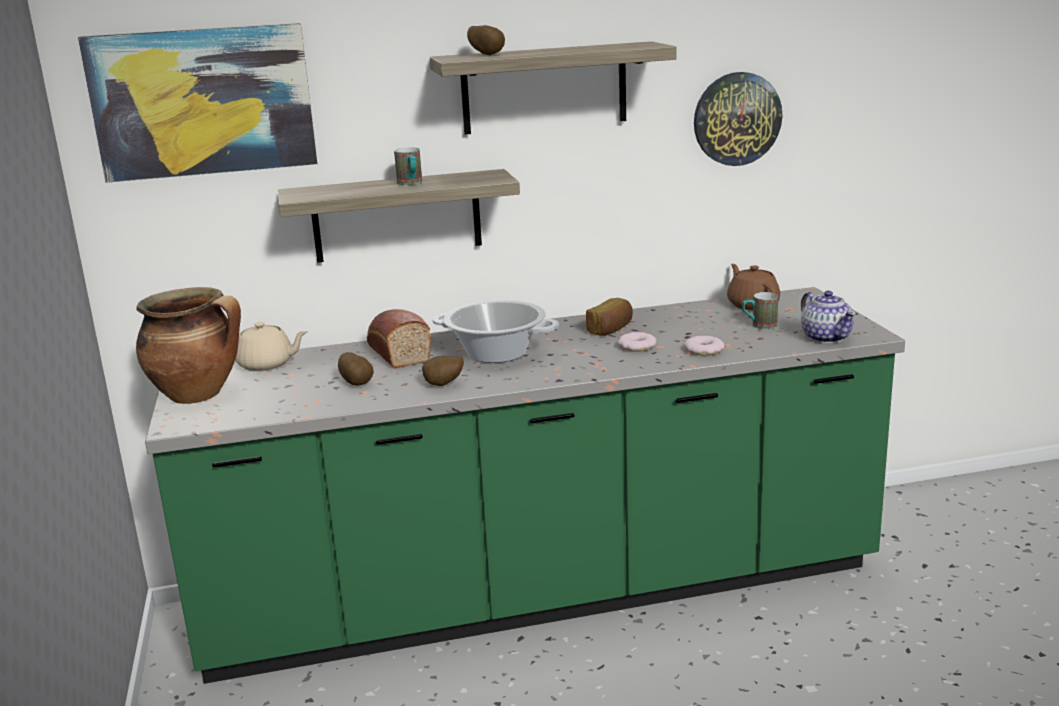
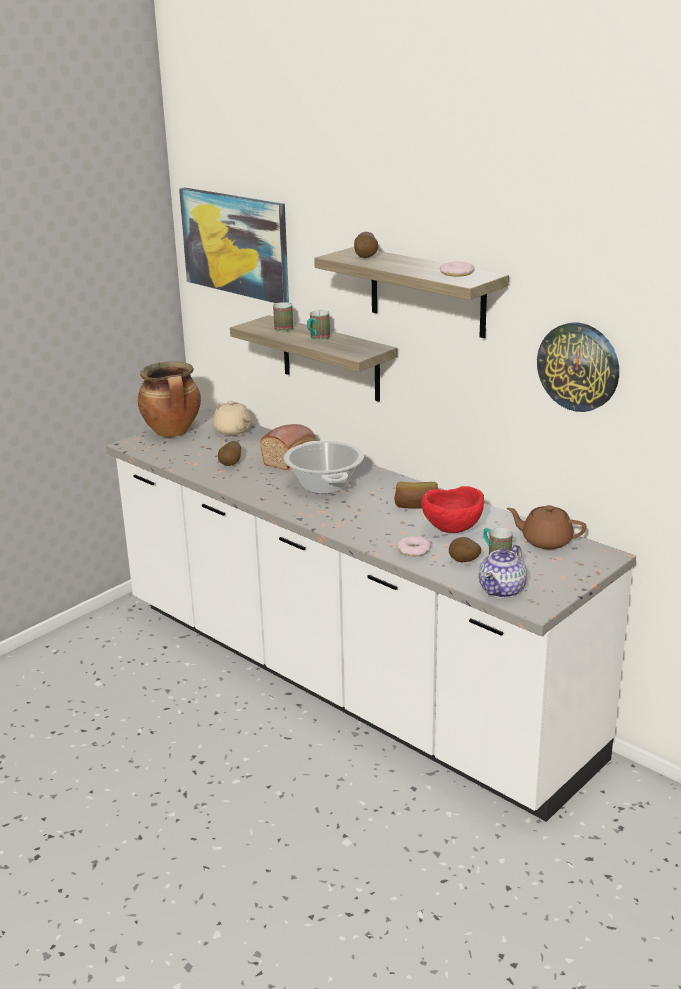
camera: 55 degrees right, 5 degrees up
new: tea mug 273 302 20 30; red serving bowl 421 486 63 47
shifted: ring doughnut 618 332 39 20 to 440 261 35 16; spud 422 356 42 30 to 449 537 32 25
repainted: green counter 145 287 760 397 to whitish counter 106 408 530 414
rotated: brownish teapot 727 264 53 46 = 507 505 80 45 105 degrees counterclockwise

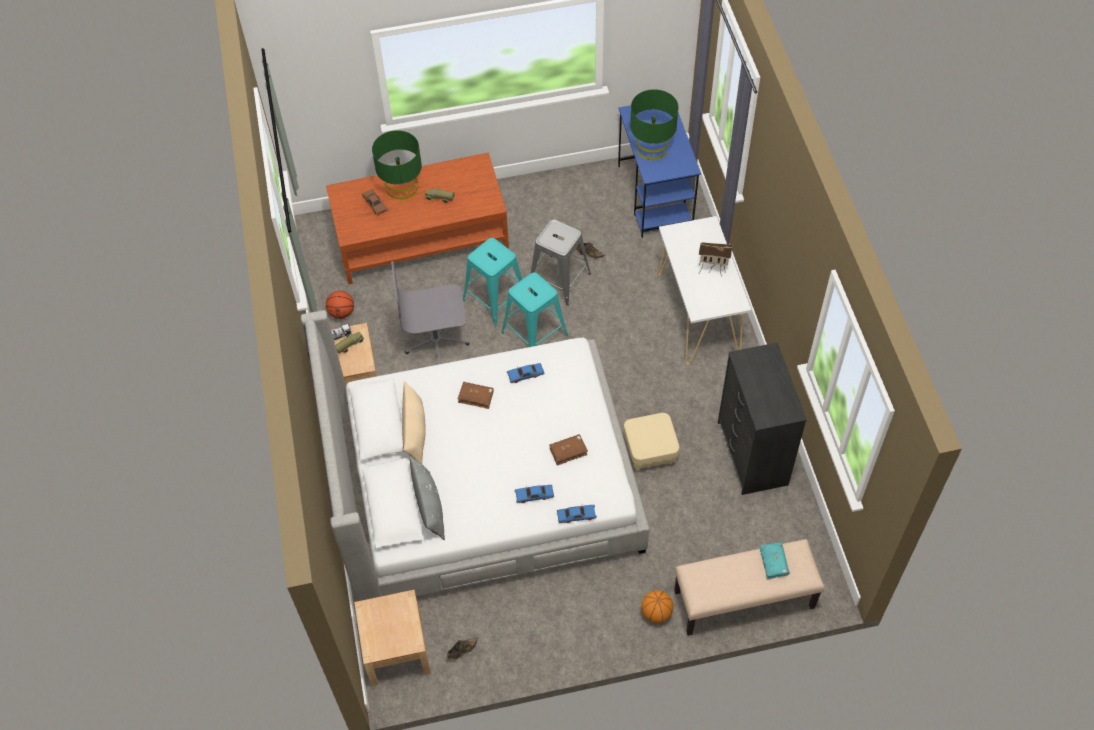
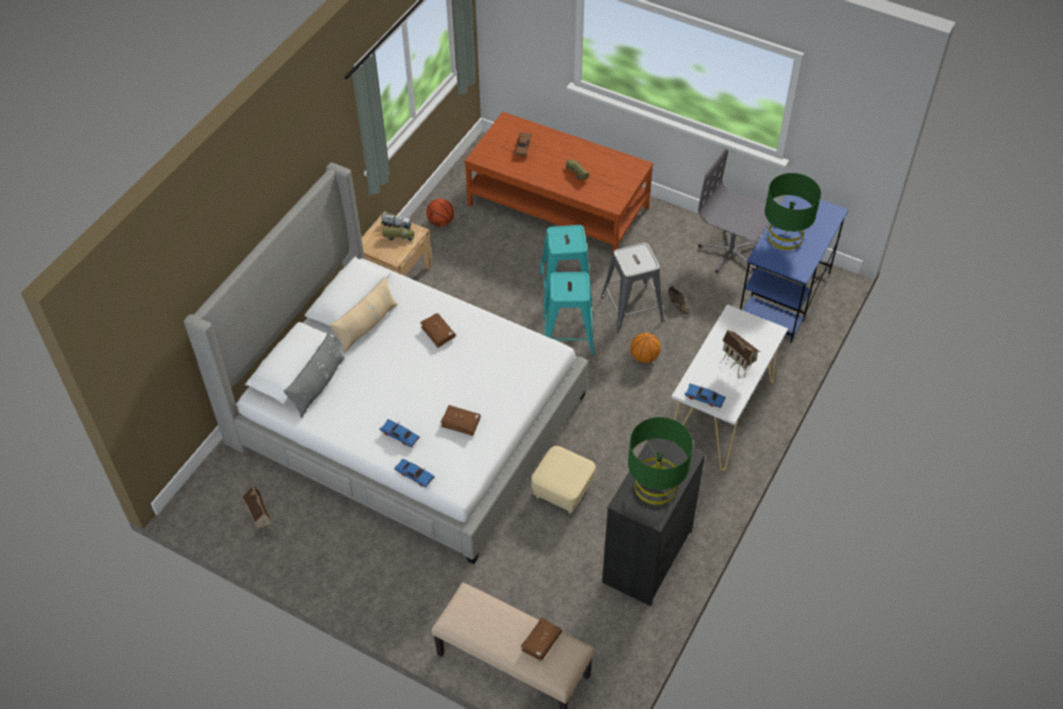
camera: 40 degrees right, 5 degrees down
gone: beige-coloured night table 354 590 77 96
shifted: green lamp for a table 372 130 50 70 to 628 417 65 87; ball for basketball 641 590 32 33 to 631 333 30 30; blue-coloured miniature car 507 363 38 20 to 685 384 41 24; greyish desk chair 391 261 78 104 to 698 148 72 125
swapped: brownish item of footwear 447 637 31 22 to toy house 242 486 34 54
repainted: blue-green bound book 760 542 30 37 to brownish bound book 520 617 42 44

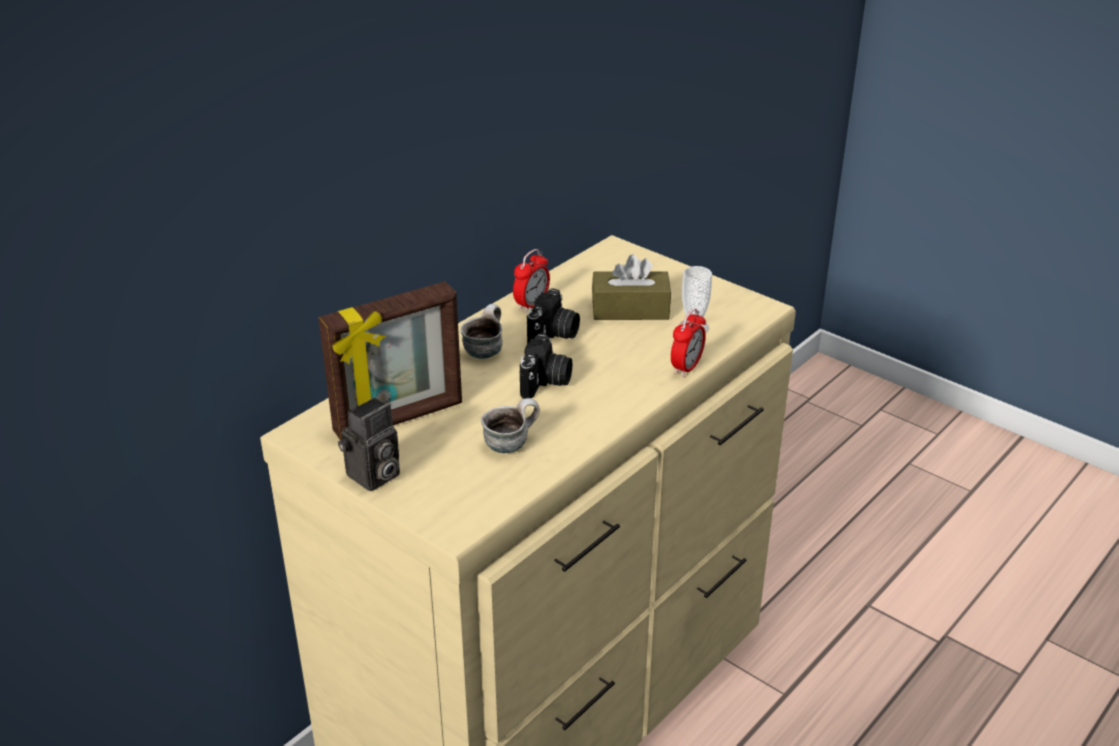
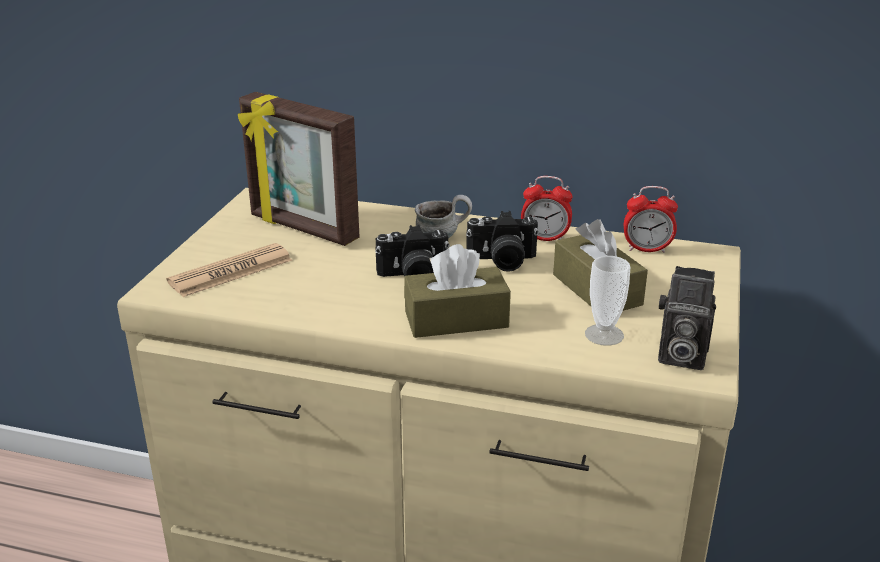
camera: 65 degrees right, 5 degrees down
gone: tea mug 481 398 59 55
new: printed paper 166 243 126 54; brownish tissue holder 404 244 107 94
shifted: table clock 671 308 35 69 to 624 186 54 67; still camera 338 397 62 94 to 658 266 58 104

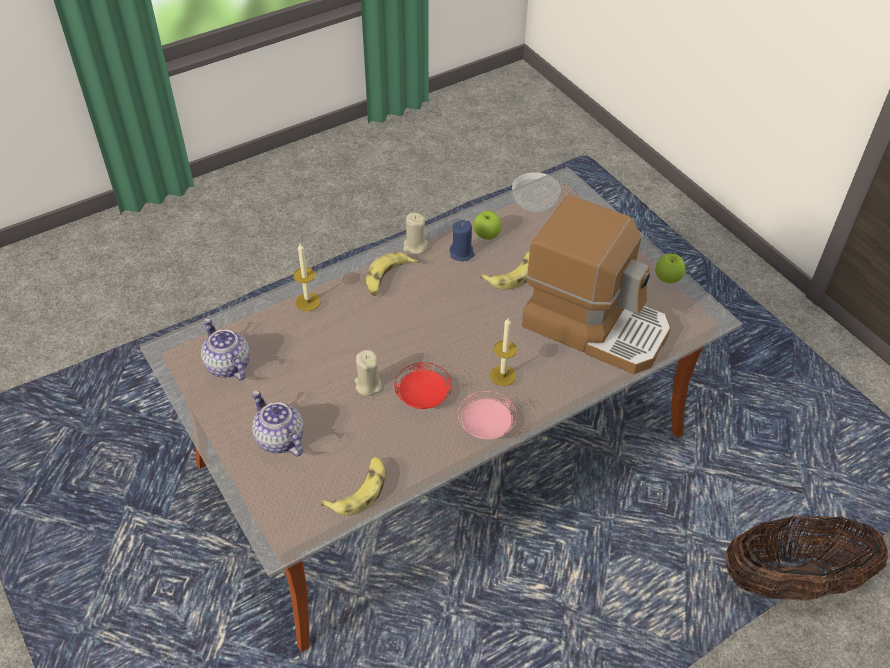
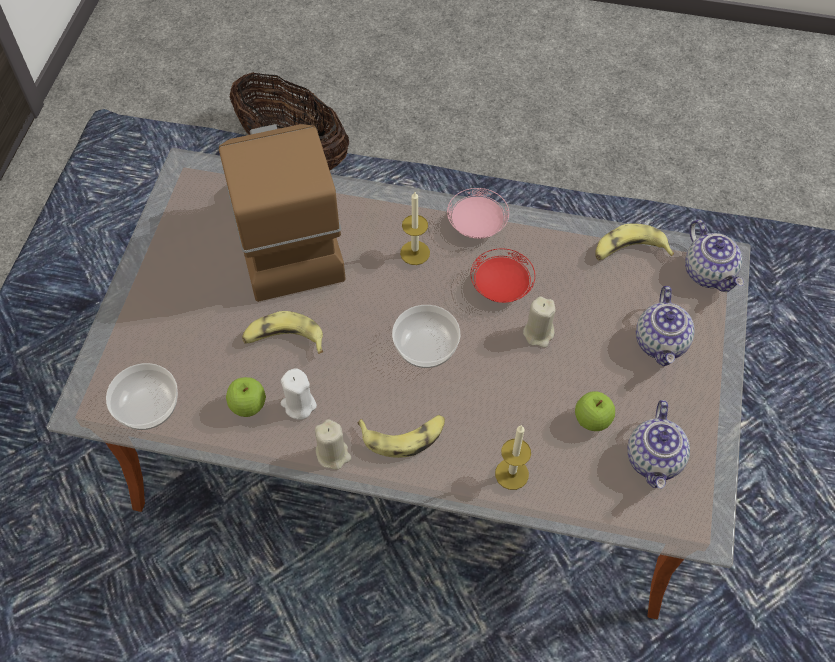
camera: 135 degrees left, 10 degrees up
new: serving bowl 392 305 68 63; teapot 685 220 59 72
shifted: whole apple 655 254 30 29 to 575 391 40 40
repainted: blue-coloured wax candle 450 220 25 41 to whitish wax candle 281 368 36 52

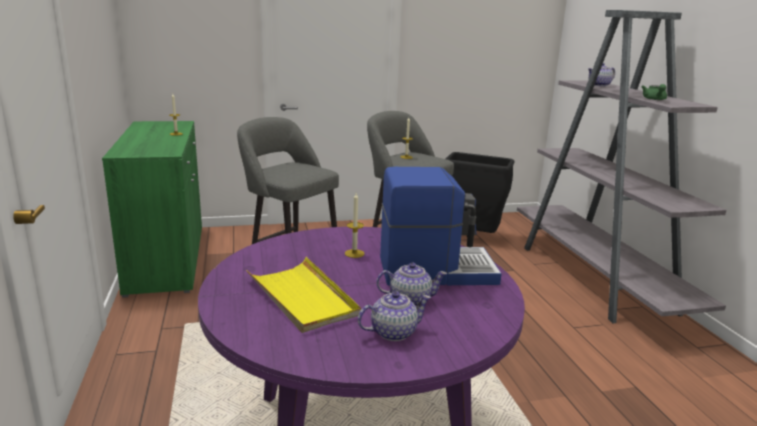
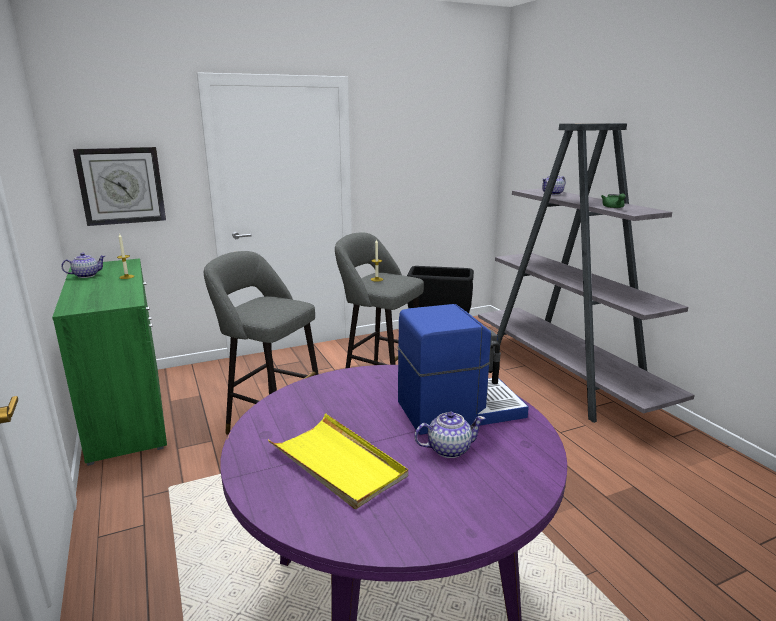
camera: 10 degrees left, 0 degrees up
gone: wax candle 345 193 20 65
new: wall clock 73 147 93 79
shifted: teapot 358 291 73 50 to 61 253 44 25

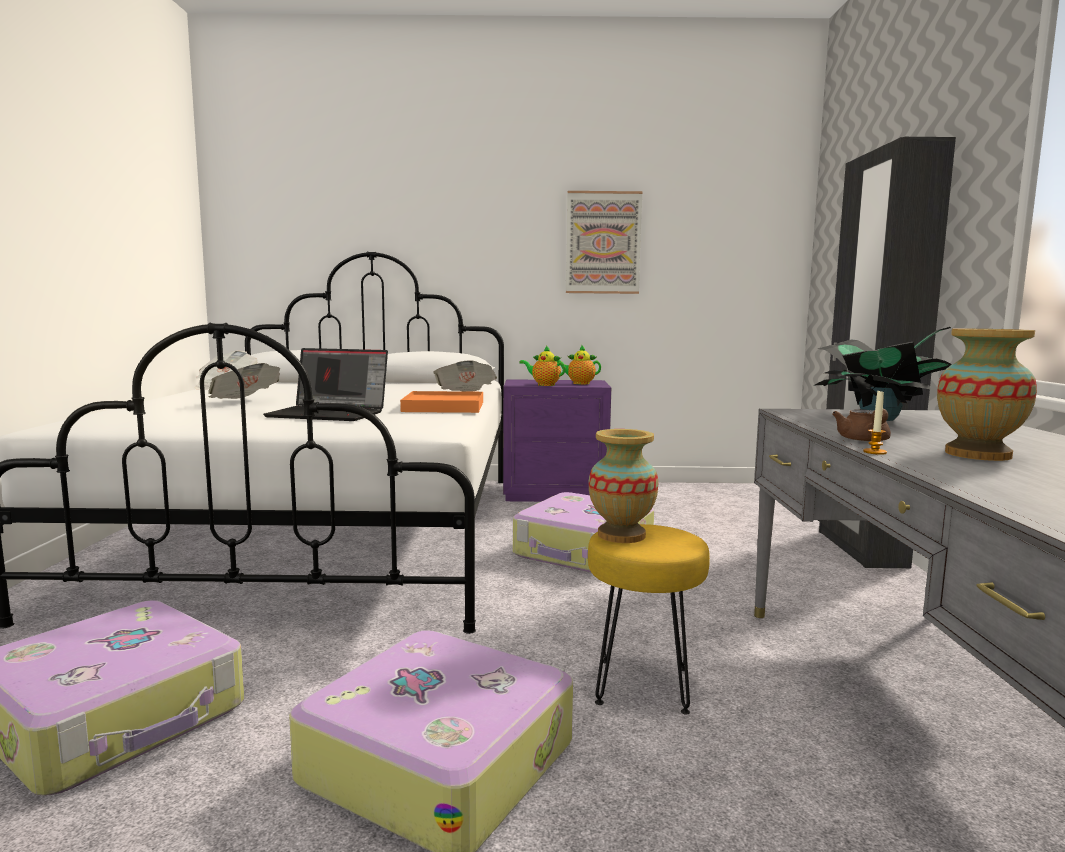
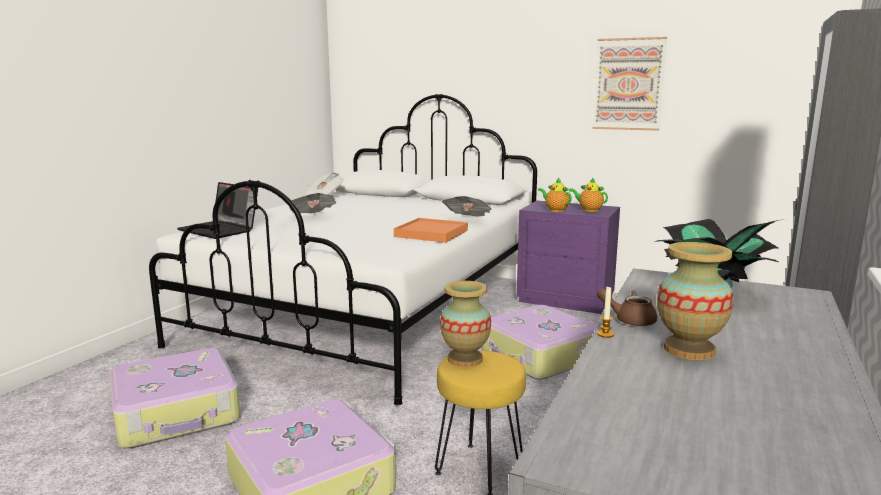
camera: 25 degrees right, 5 degrees up
shifted: notebook computer 263 348 125 73 to 177 182 81 57
rotated: brownish teapot 832 409 59 33 = 597 288 60 38 75 degrees clockwise

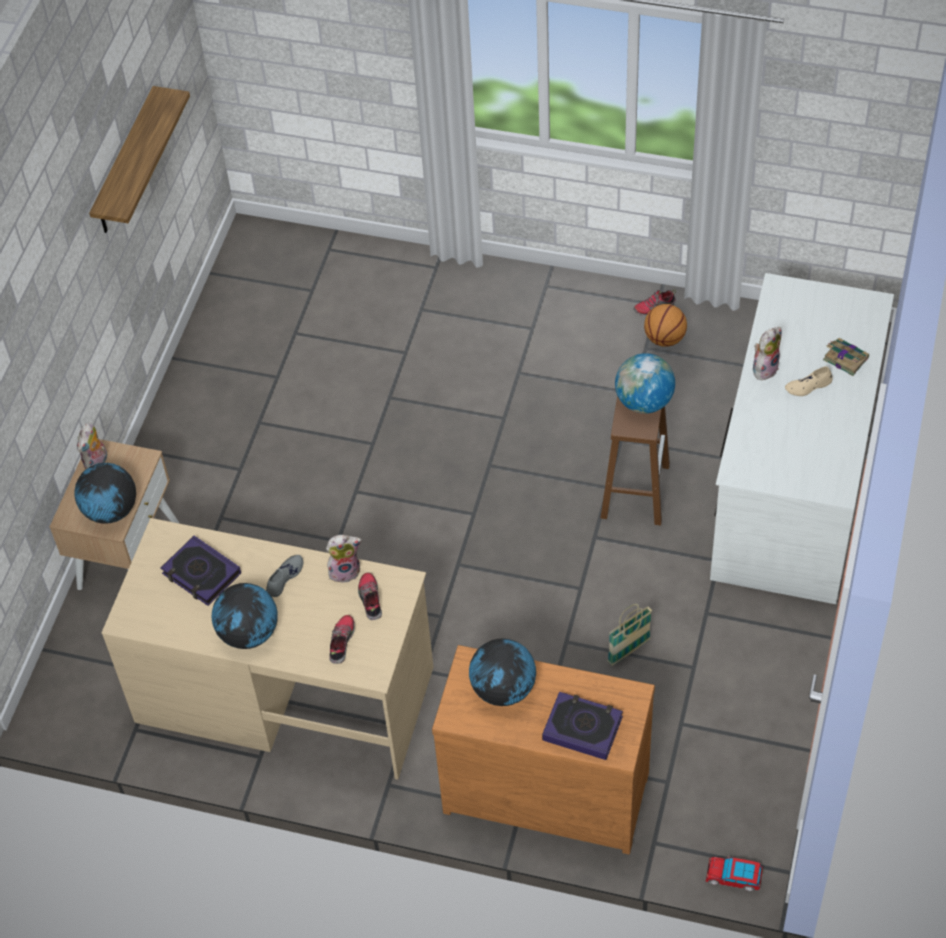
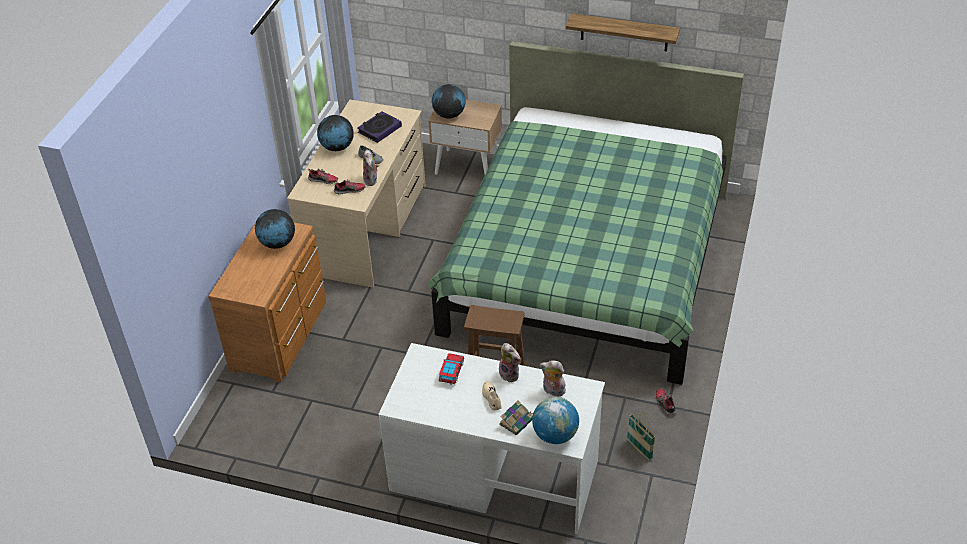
camera: 90 degrees right, 10 degrees down
gone: bound book 542 692 81 68; ball for basketball 644 304 43 43
new: green sleeping bed 427 41 317 344
shifted: miniature car 706 856 57 35 to 439 353 25 32; globe 615 353 60 61 to 532 397 47 47; plush toy 77 422 30 48 to 540 360 26 37; storage basket 608 604 44 62 to 627 412 28 49

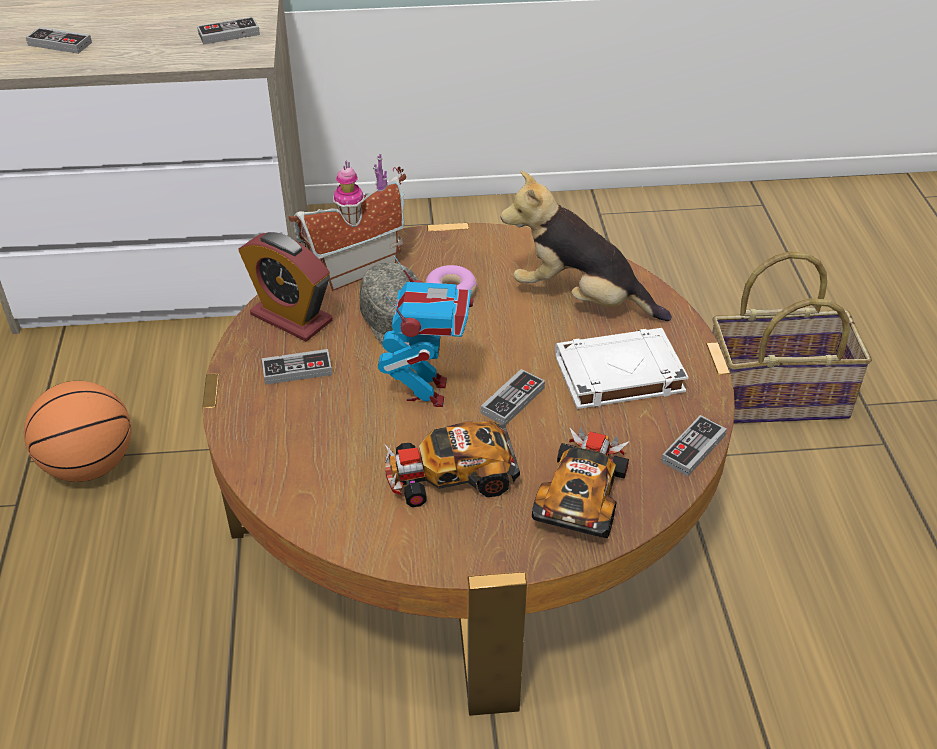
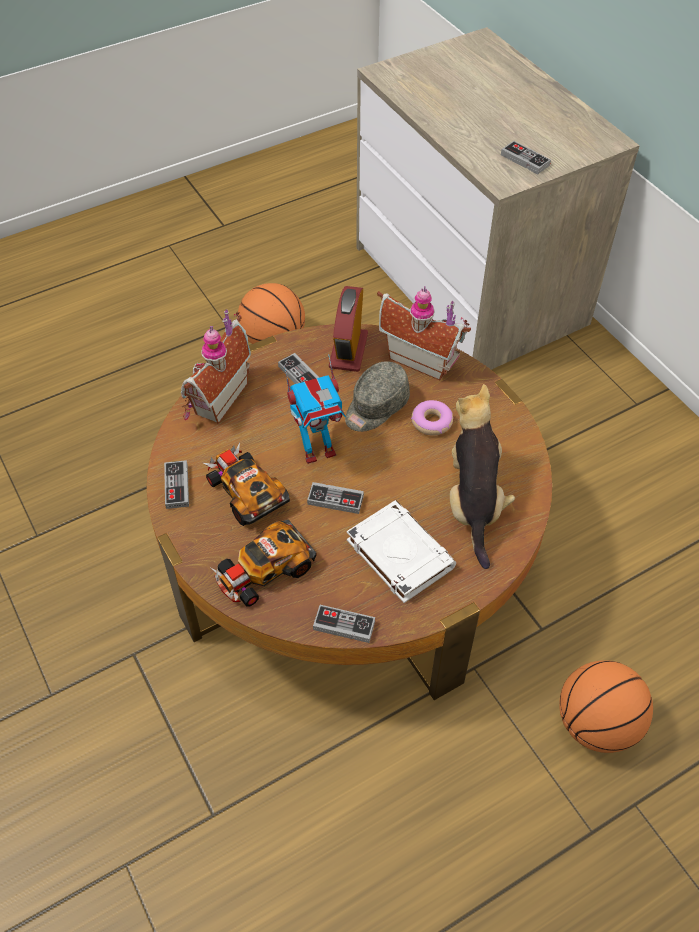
camera: 65 degrees right, 10 degrees up
new: toy house 181 309 70 115
shifted: game controller 26 27 66 27 to 164 460 25 49
swapped: storage basket 712 251 160 173 to ball for basketball 559 660 94 93
rotated: miniature car 532 427 97 111 = 211 520 106 87 150 degrees clockwise

